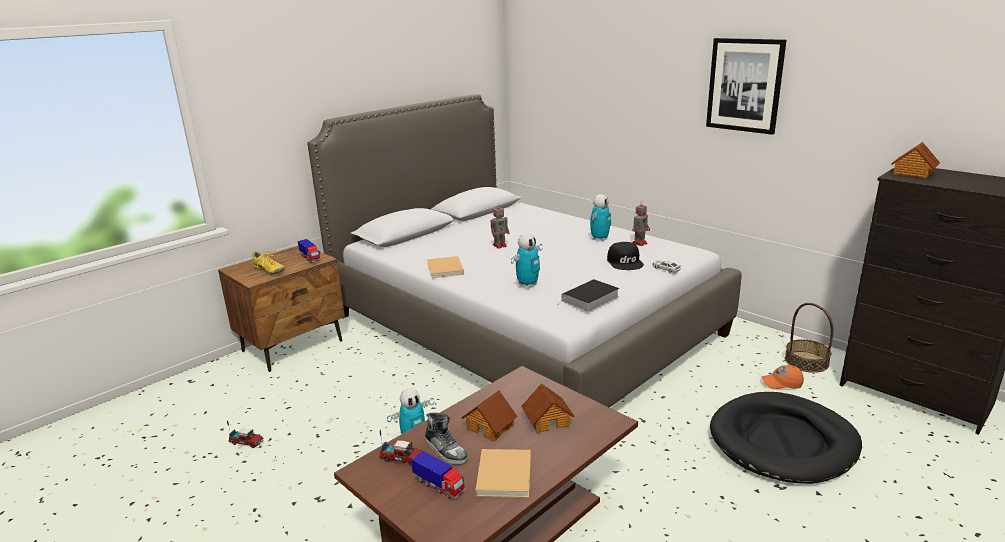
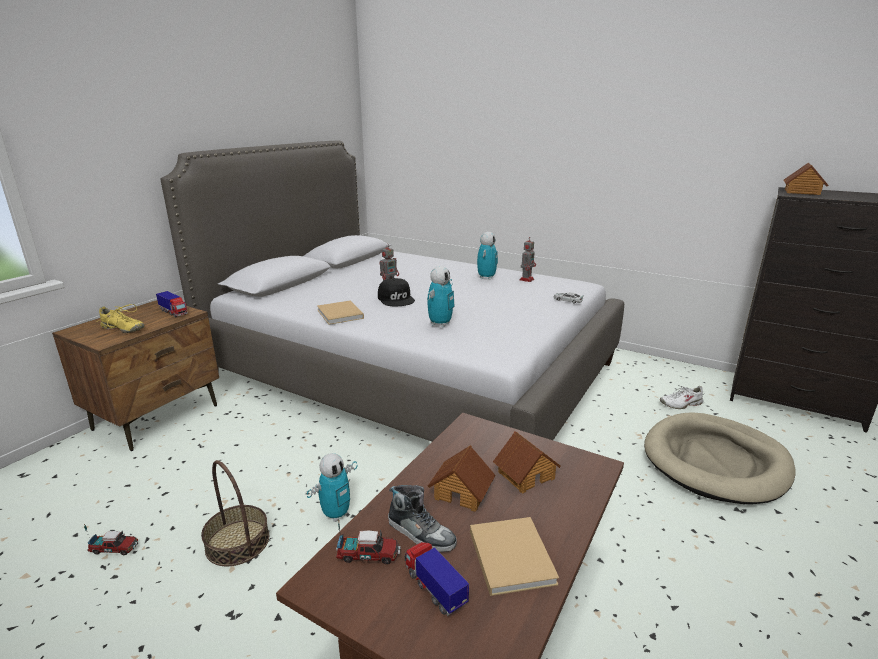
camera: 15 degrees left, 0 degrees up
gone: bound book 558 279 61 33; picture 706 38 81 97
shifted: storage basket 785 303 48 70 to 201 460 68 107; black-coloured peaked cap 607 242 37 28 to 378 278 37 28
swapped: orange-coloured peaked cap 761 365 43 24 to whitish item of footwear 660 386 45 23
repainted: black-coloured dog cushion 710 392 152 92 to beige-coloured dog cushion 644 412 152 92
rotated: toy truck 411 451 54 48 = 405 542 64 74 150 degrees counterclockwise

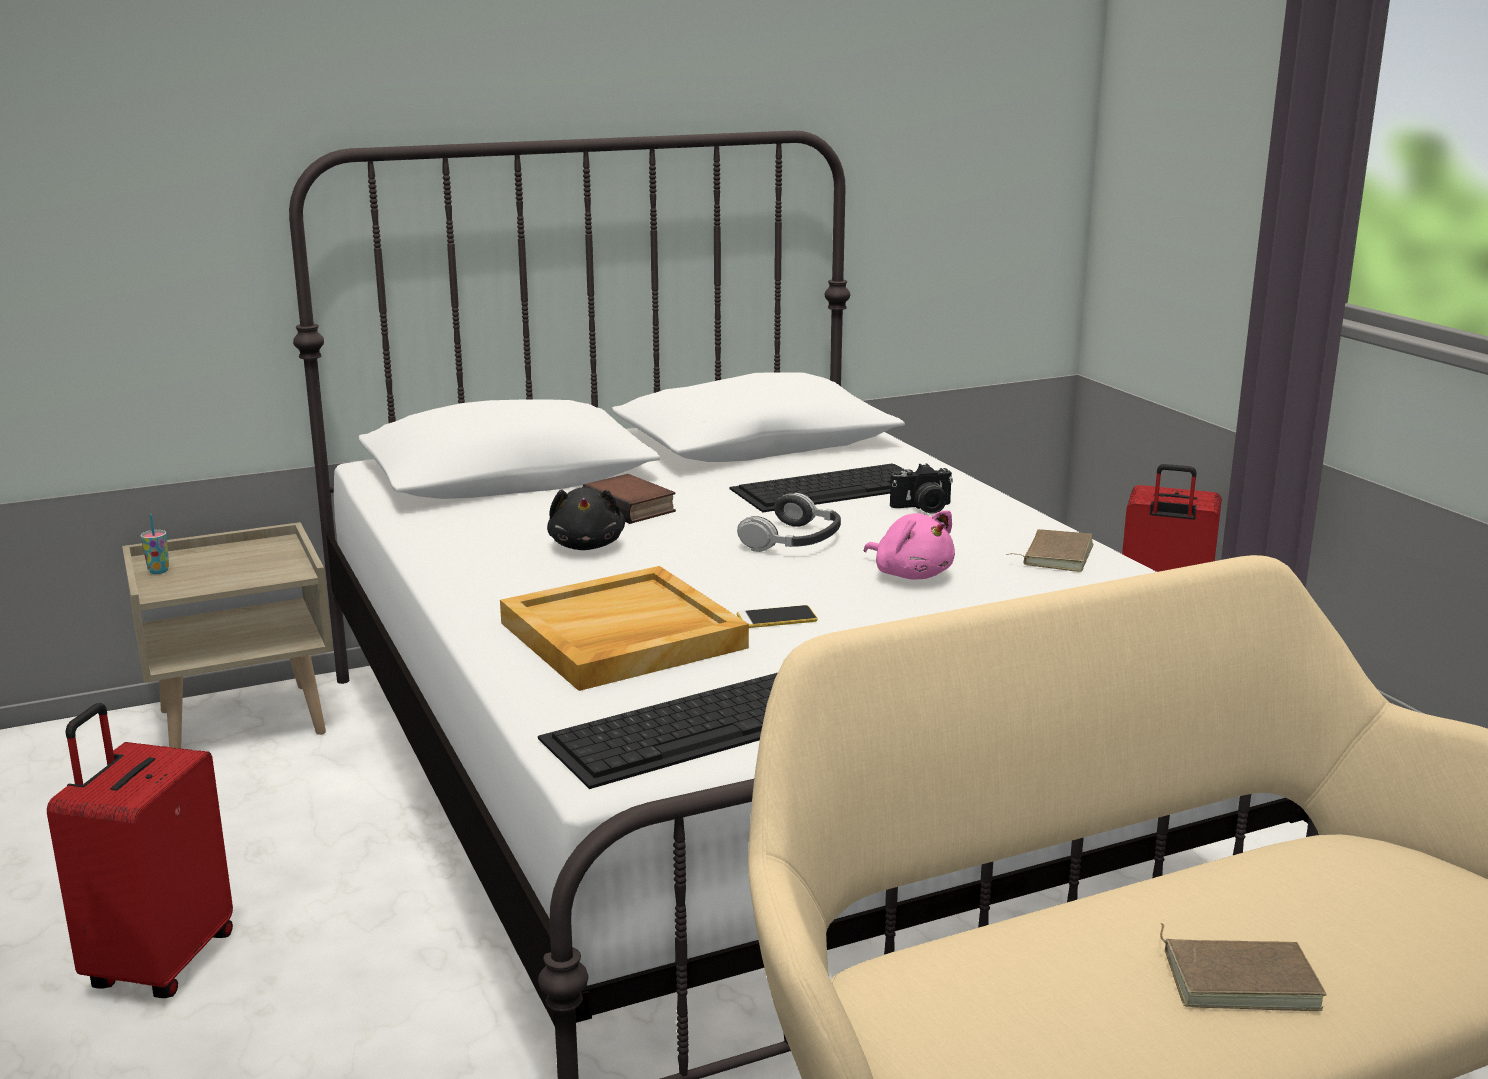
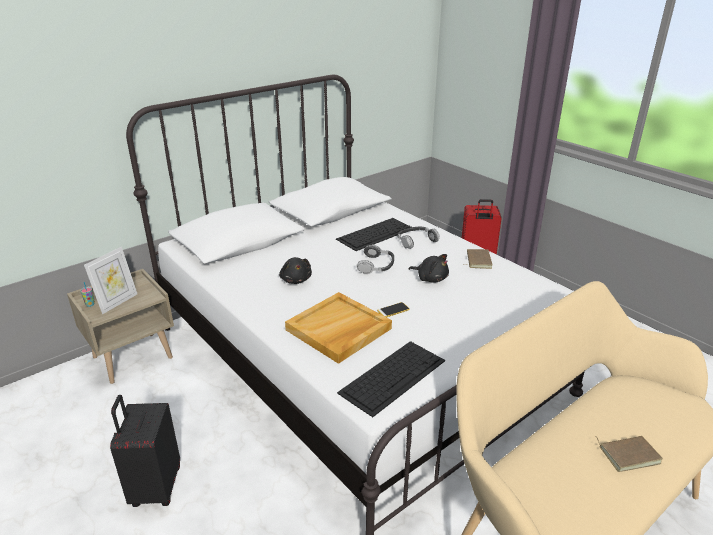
camera: 15 degrees left, 10 degrees up
gone: bound book 582 474 94 50
new: standing frame 84 247 53 67
swapped: still camera 890 463 63 51 to headphones 398 227 42 22
repainted: red travel case 47 703 186 295 to black-coloured travel case 110 395 70 112; pink plush toy 864 510 91 70 to black-coloured plush toy 409 254 40 28

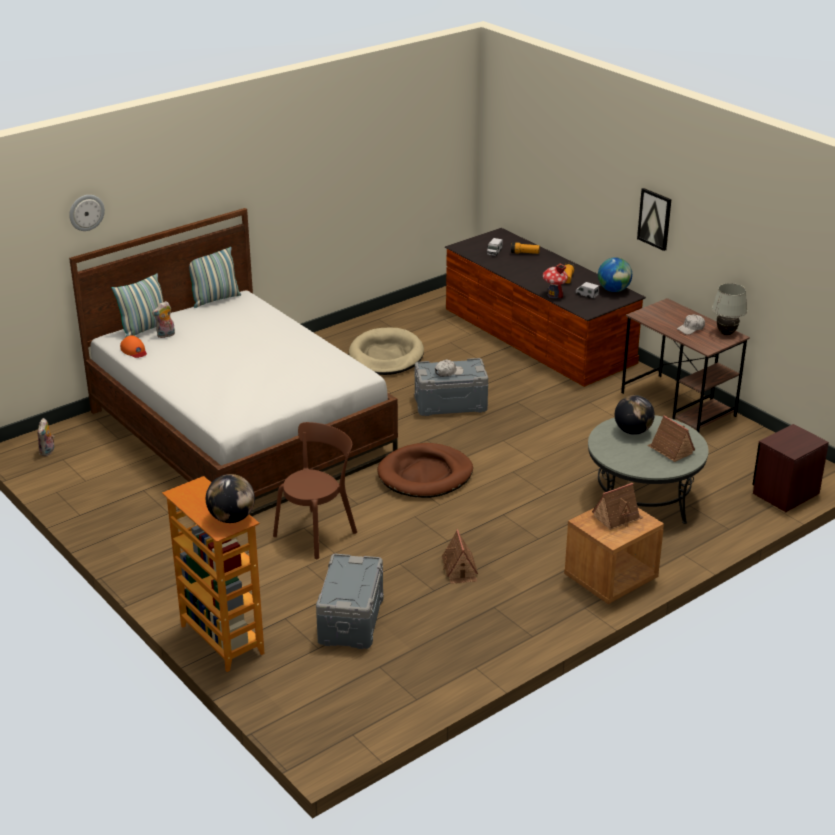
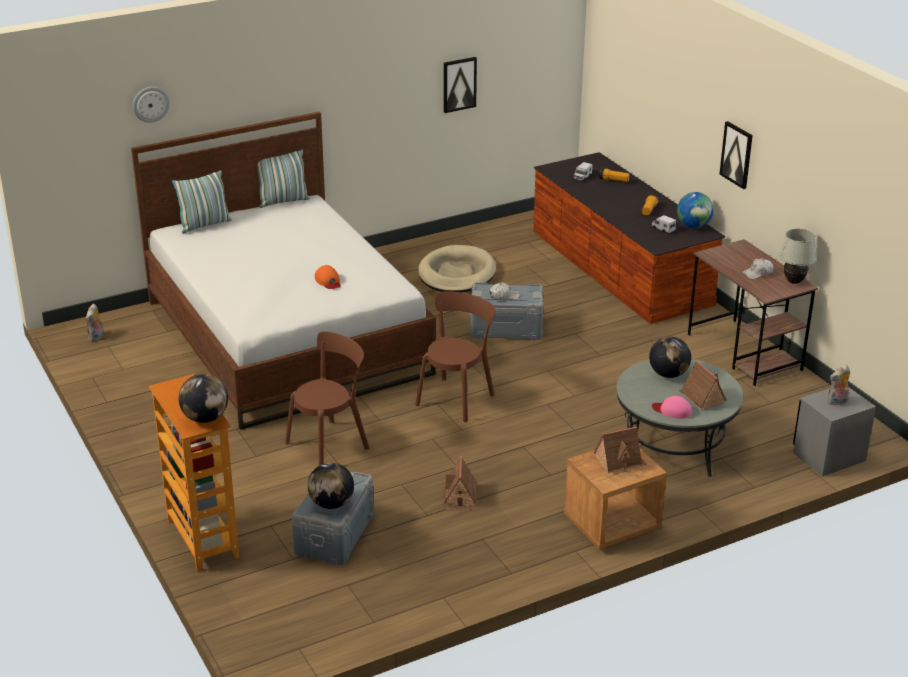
camera: 10 degrees right, 0 degrees up
gone: toy house 543 263 25 36
new: globe 308 462 46 47; picture 444 57 33 56; pink peaked cap 652 396 40 23
shifted: orange-coloured peaked cap 120 335 27 23 to 315 265 26 24; plush toy 152 301 23 37 to 828 365 22 41
swapped: brownish dog cushion 377 443 96 55 to brownish upright chair 415 292 80 130
repainted: brownish night table 752 424 77 88 to greyish night table 793 388 83 89

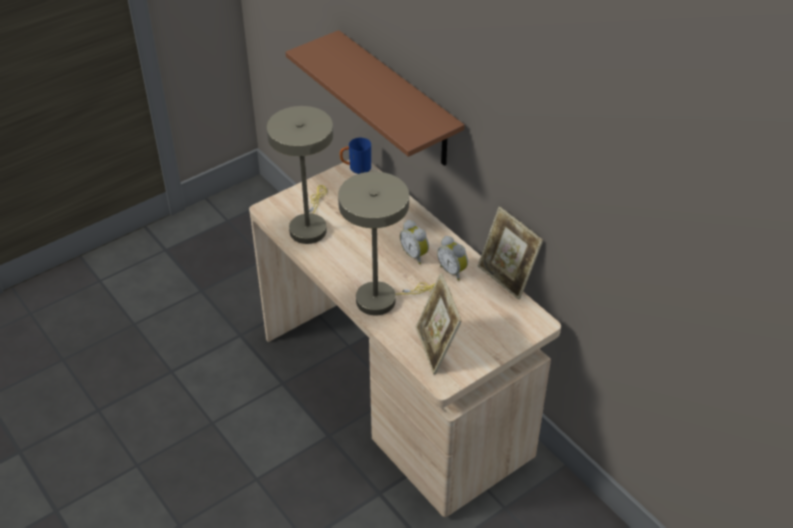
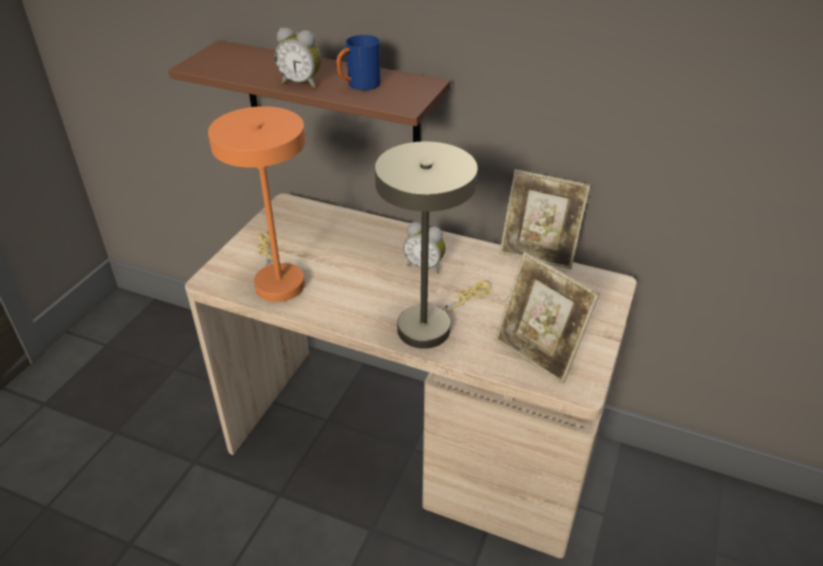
camera: 30 degrees left, 5 degrees down
shifted: table clock 437 236 31 45 to 275 28 46 60; blue-coloured tea mug 340 138 31 36 to 336 35 44 55
repainted: beige-coloured lamp for a table 267 106 66 138 to orange-coloured lamp for a table 208 106 97 196

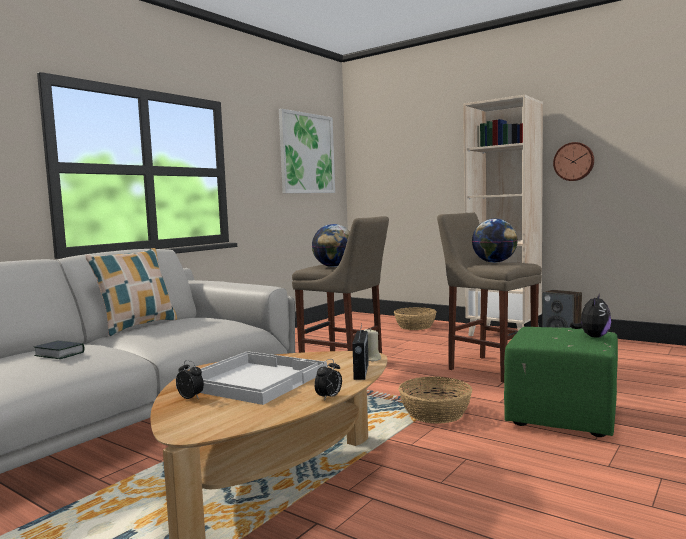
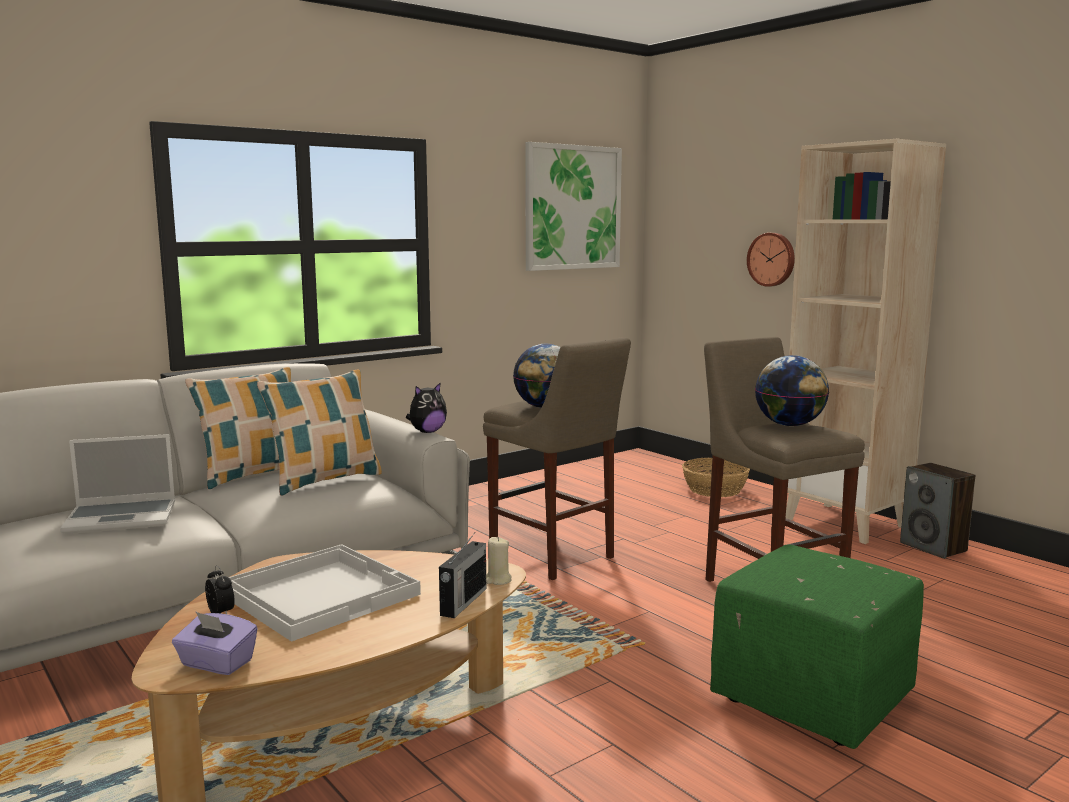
camera: 15 degrees right, 5 degrees up
gone: table clock 314 359 28 42; storage basket 398 376 74 48
new: purple-coloured tissue holder 172 611 86 64; throw pillow 257 370 125 126
shifted: plush toy 570 294 41 44 to 406 382 41 51; wall clock 553 142 41 39 to 747 233 48 54
swapped: bound book 34 341 50 18 to notebook computer 60 434 115 100

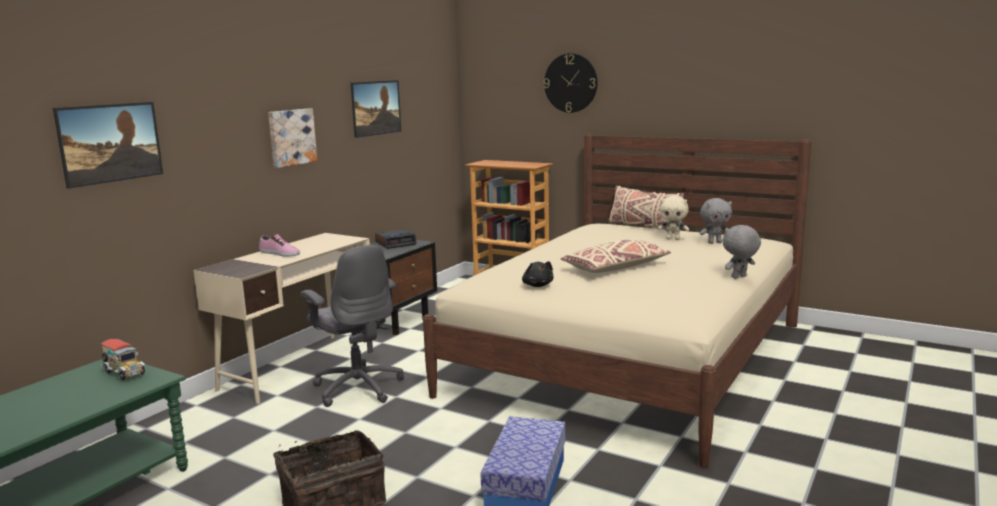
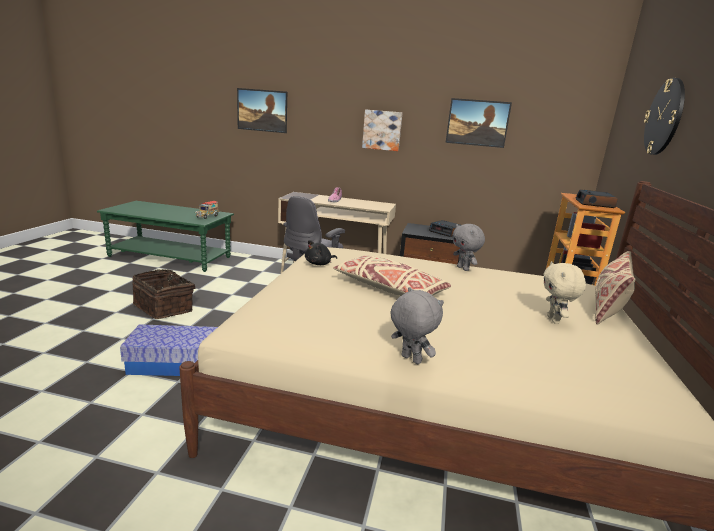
camera: 70 degrees right, 5 degrees up
new: table clock 575 190 43 18
shifted: greyish plush toy 700 198 32 46 to 452 224 33 47

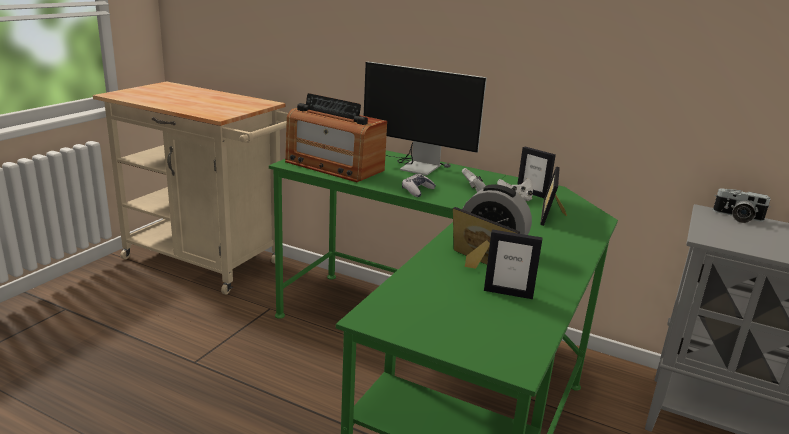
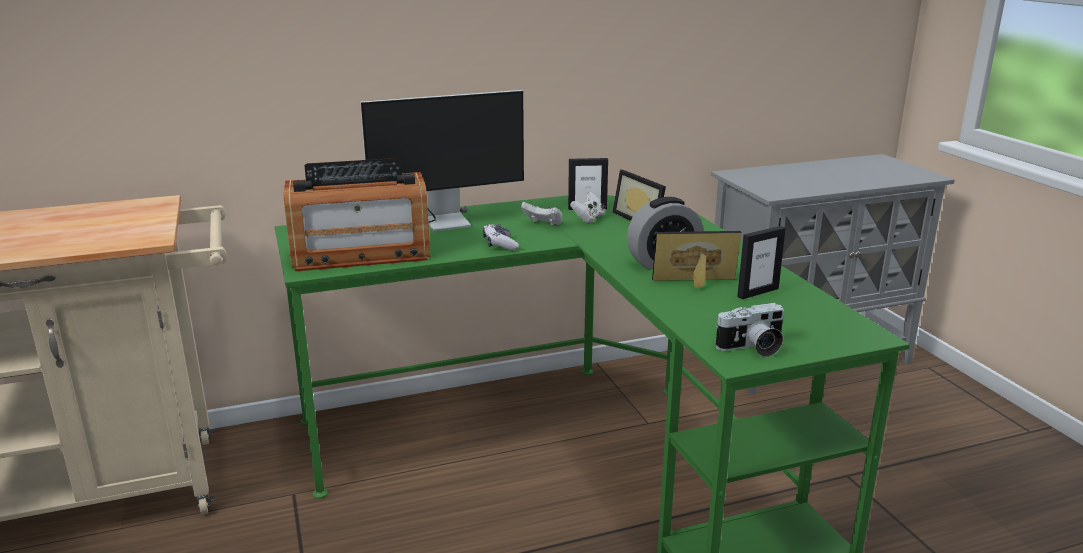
camera: 45 degrees left, 0 degrees up
shifted: still camera 713 188 58 35 to 715 303 69 54

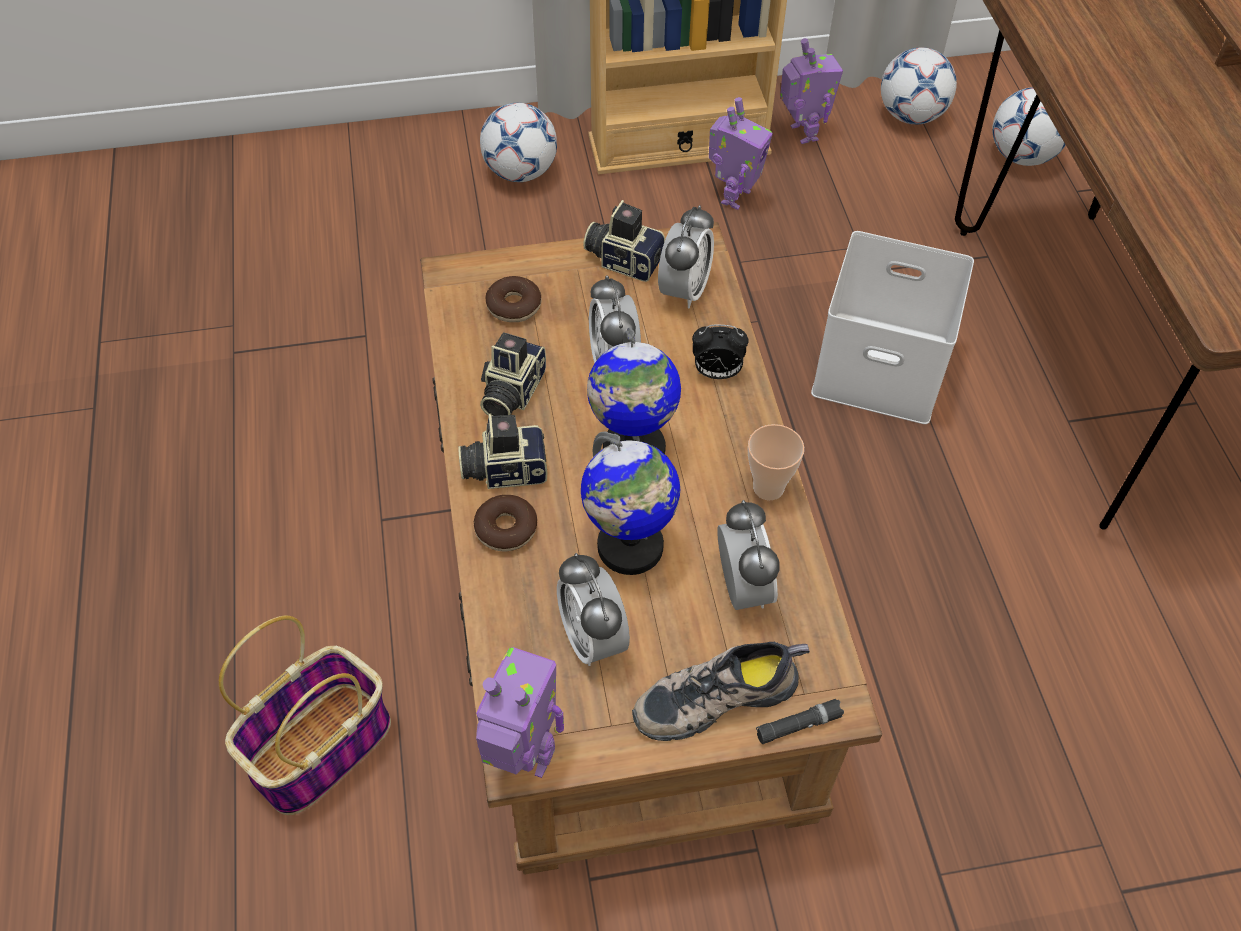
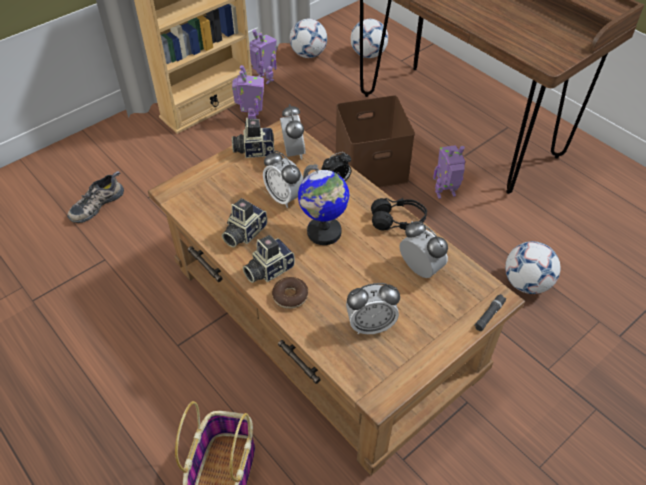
camera: 30 degrees left, 5 degrees down
gone: ring doughnut 486 276 55 46; globe 581 432 99 143
shifted: item of footwear 632 642 178 99 to 67 171 57 52; robot figure 476 647 88 131 to 433 145 32 54; football 480 103 77 79 to 505 241 56 53
swapped: cup 748 424 56 76 to black-coloured headphones 371 198 56 33
repainted: whitish storage box 811 231 163 193 to brownish storage box 335 95 80 93
rotated: still camera 480 333 66 83 = 222 198 45 49 45 degrees clockwise; table clock 557 553 73 113 = 346 283 54 51 45 degrees counterclockwise

